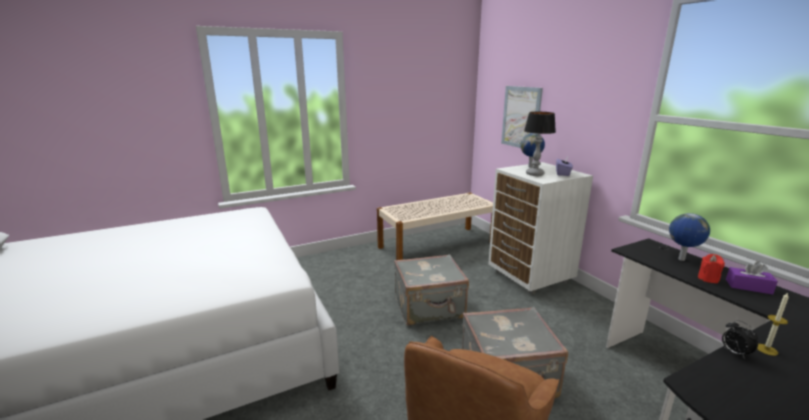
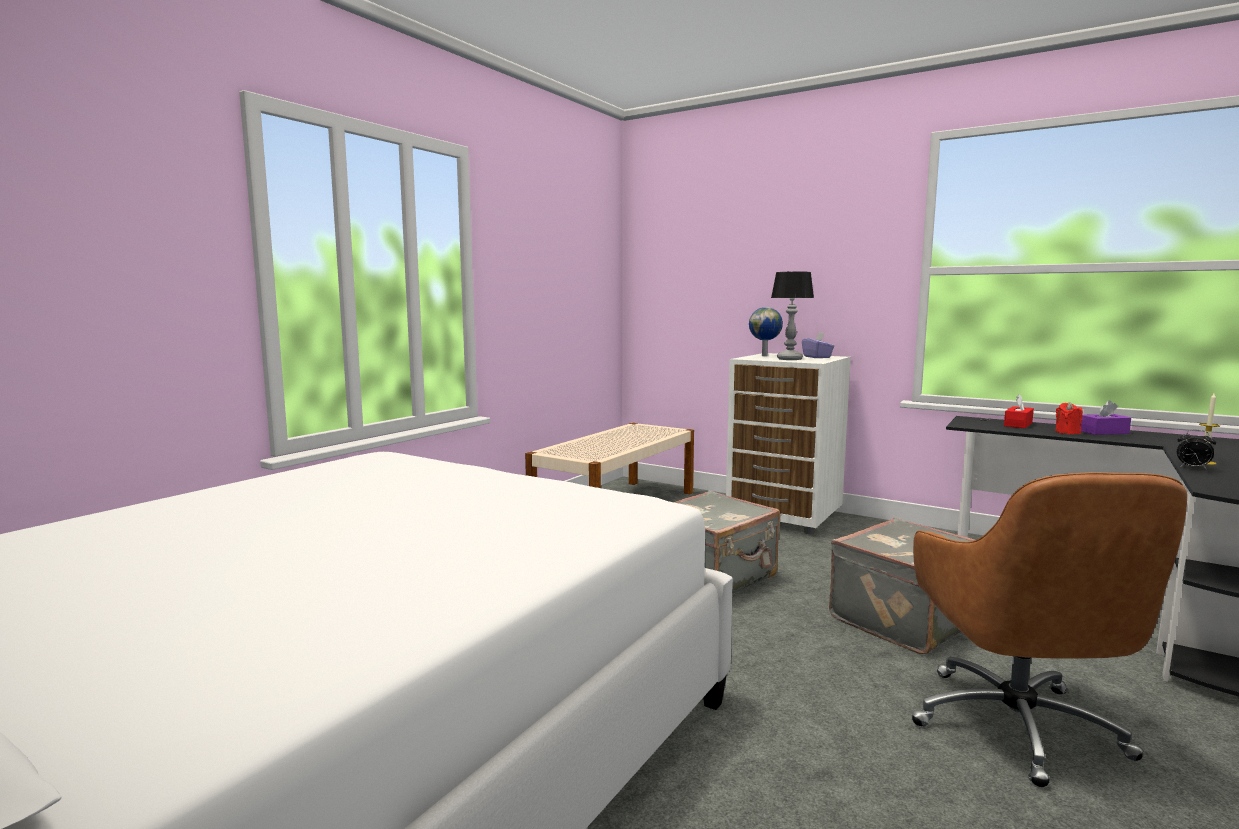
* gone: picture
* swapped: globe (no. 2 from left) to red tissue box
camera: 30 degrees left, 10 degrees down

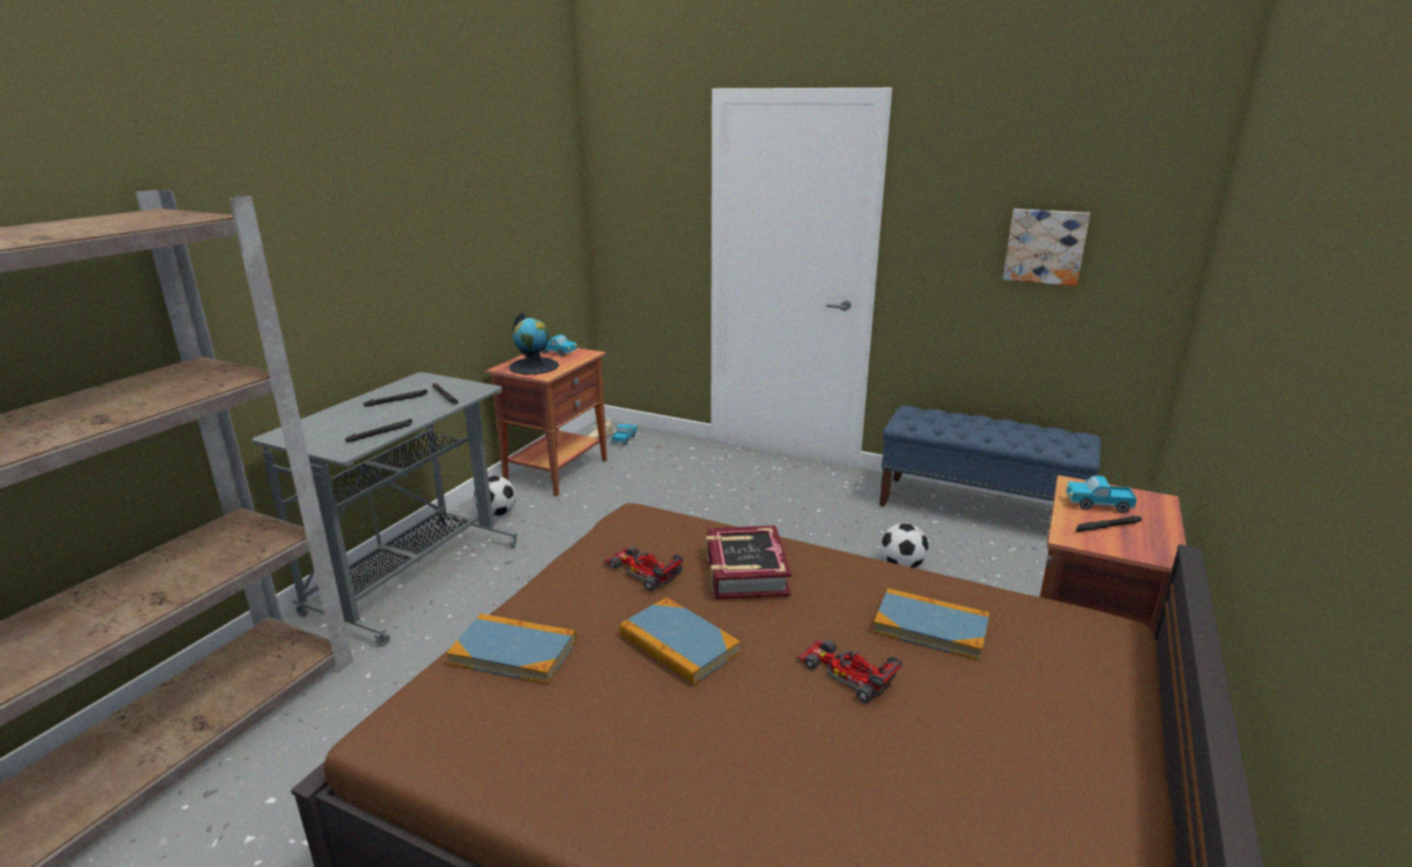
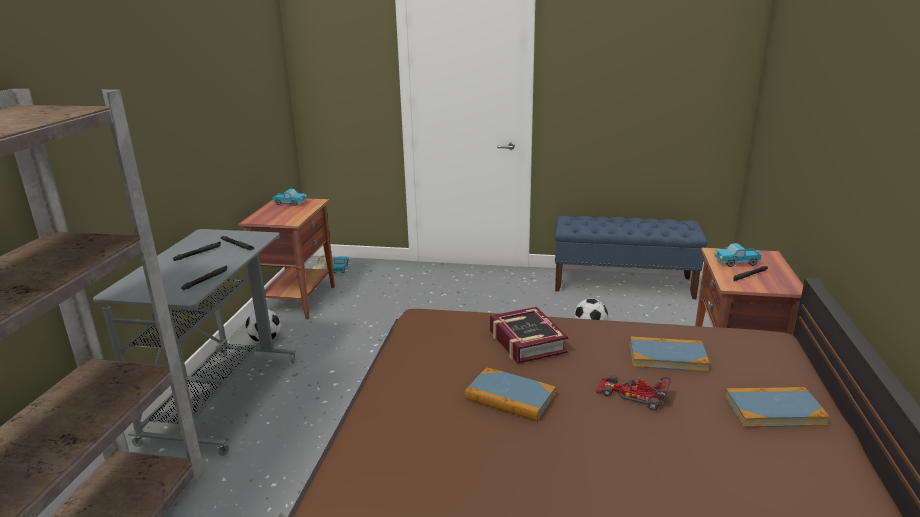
* shifted: book (no. 1 from left in the first image) to book (no. 4 from left)
* gone: globe
* gone: toy car (no. 1 from left)
* gone: picture
camera: 15 degrees left, 0 degrees up

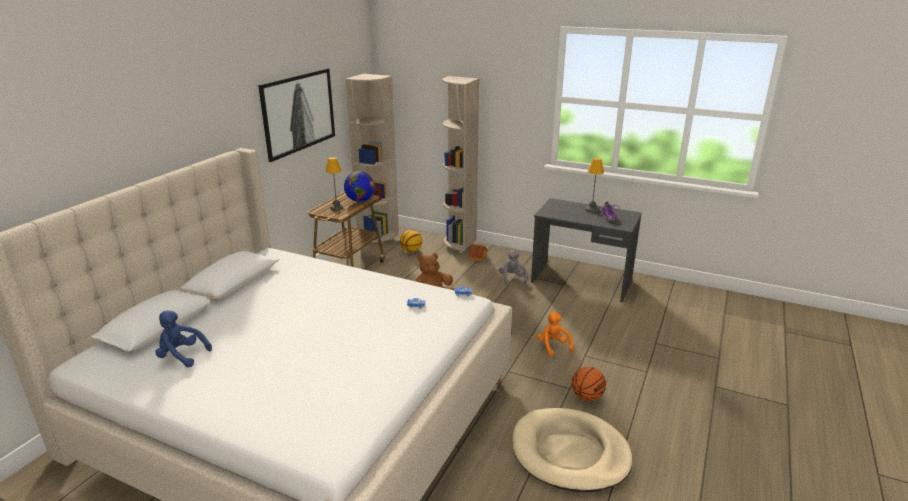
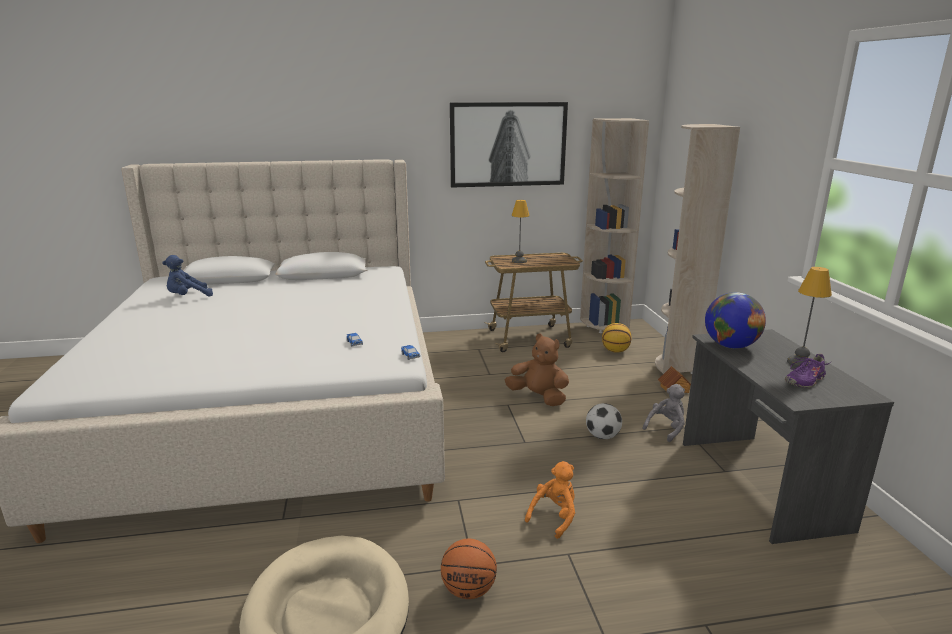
* rotated: blue plush toy 105 degrees counterclockwise
* shifted: globe
* new: football
camera: 55 degrees right, 5 degrees down

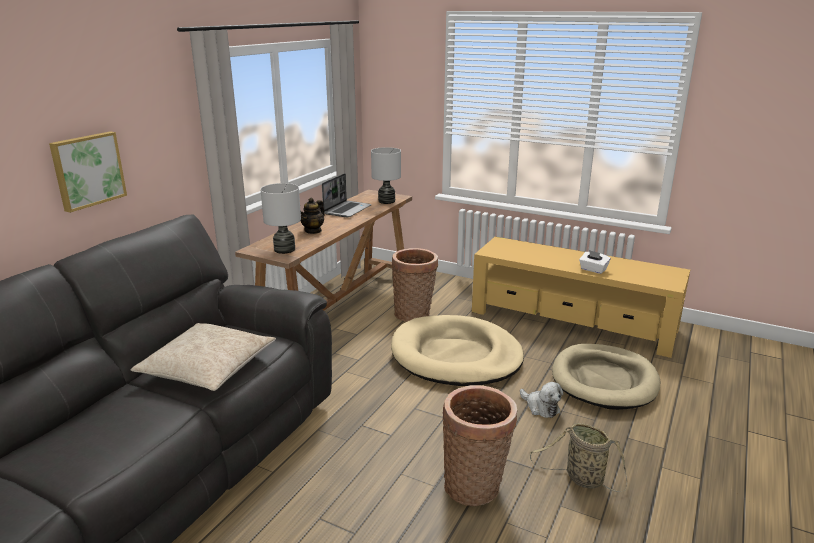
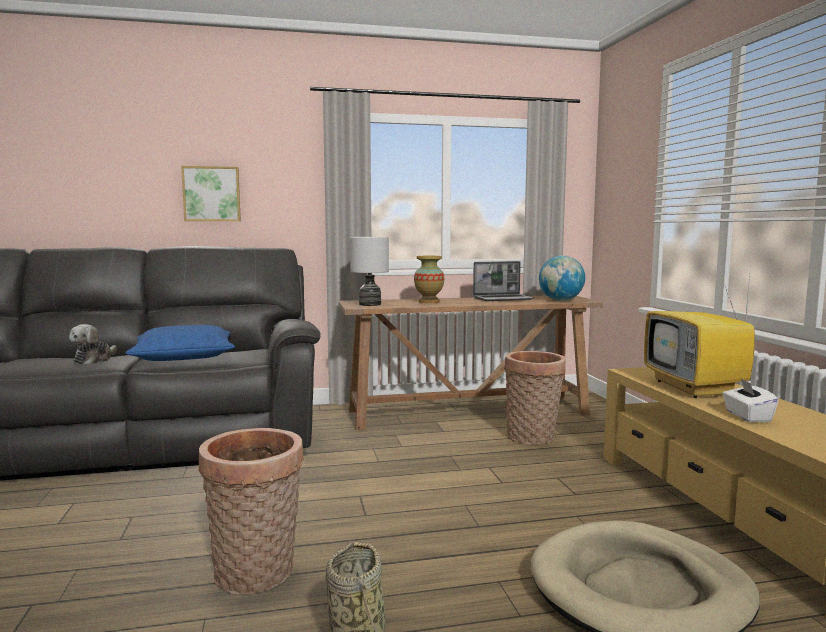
* repainted: beige pillow to blue pillow
* swapped: teapot to vase
* swapped: grey table lamp (no. 2 from left) to globe
* gone: beige dog bed (no. 1 from left)
* shifted: plush toy
* new: television
camera: 50 degrees right, 15 degrees down

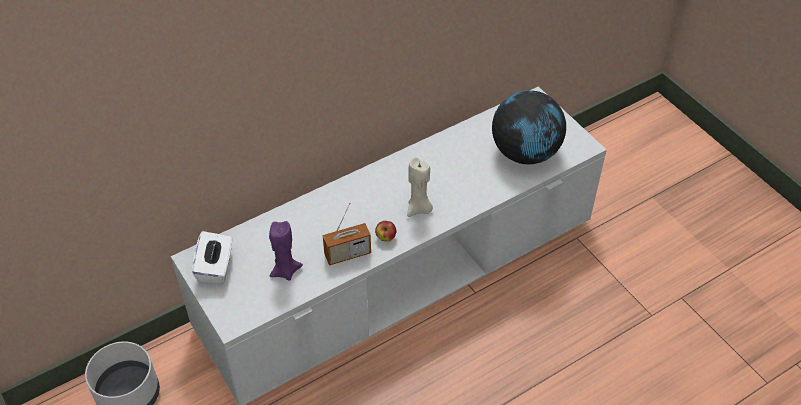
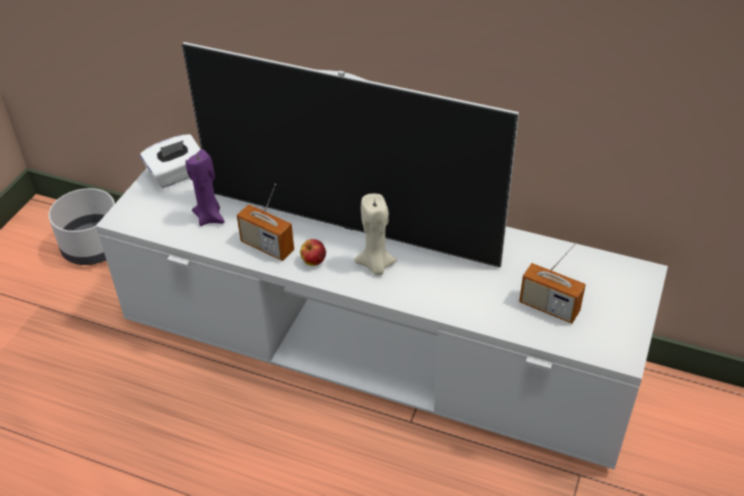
* swapped: globe to radio (no. 2 from left)
* new: television
camera: 55 degrees right, 5 degrees down

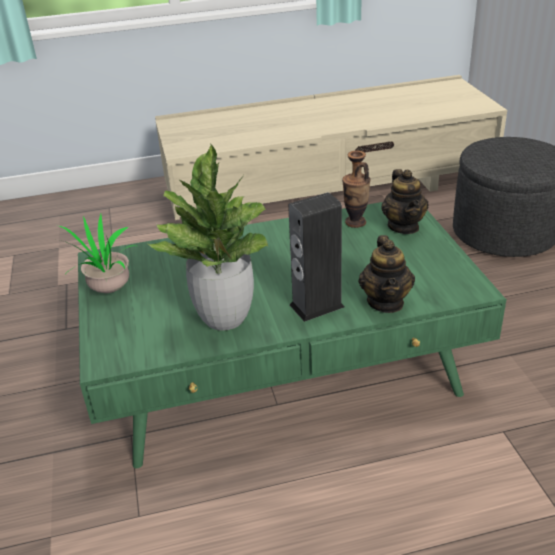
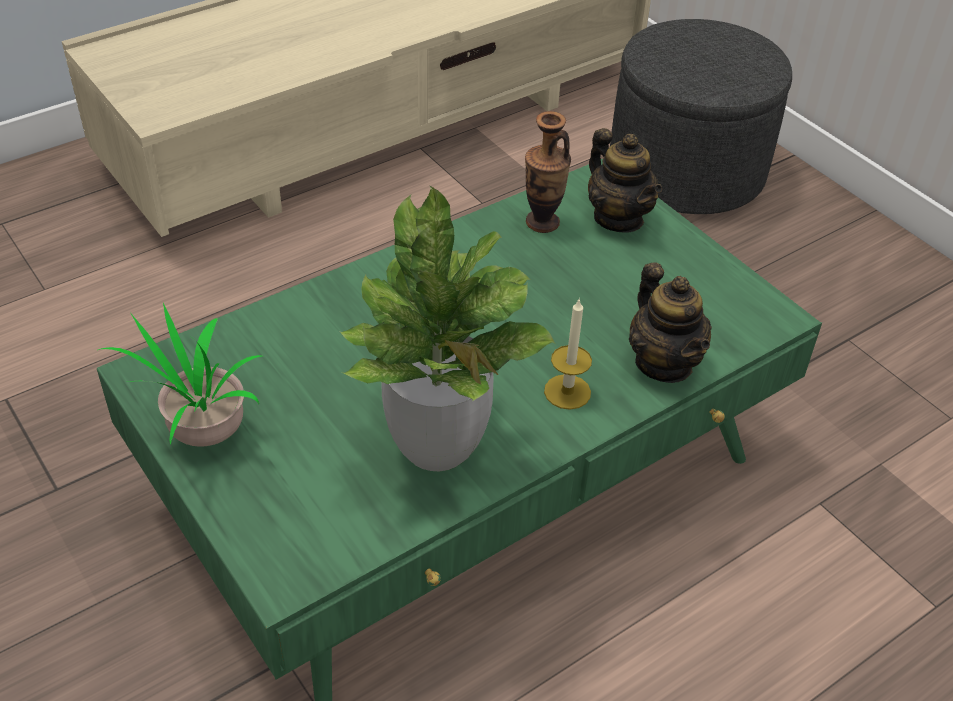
* swapped: speaker to candle
camera: 25 degrees left, 10 degrees up

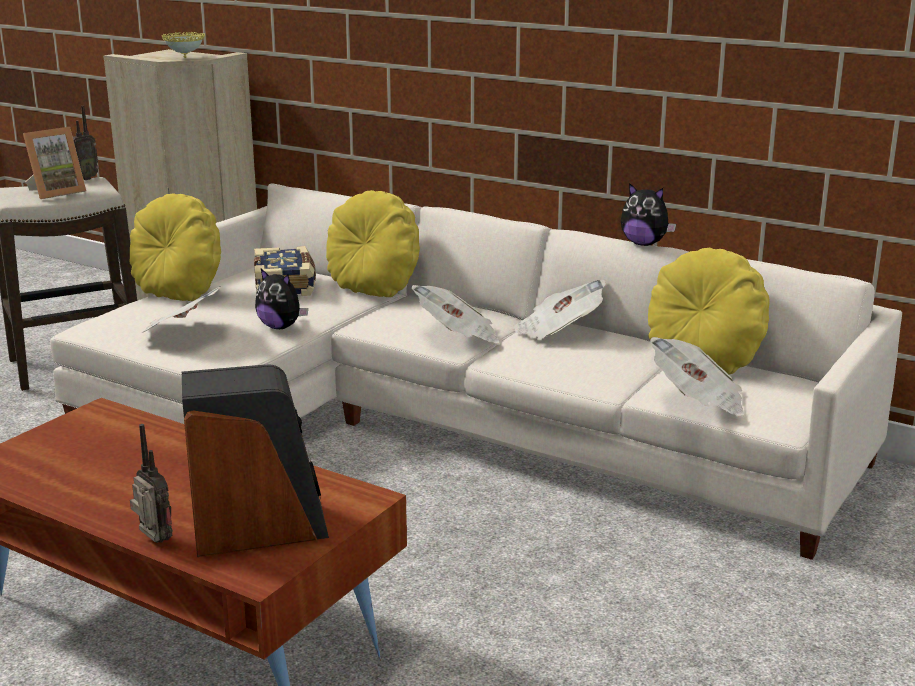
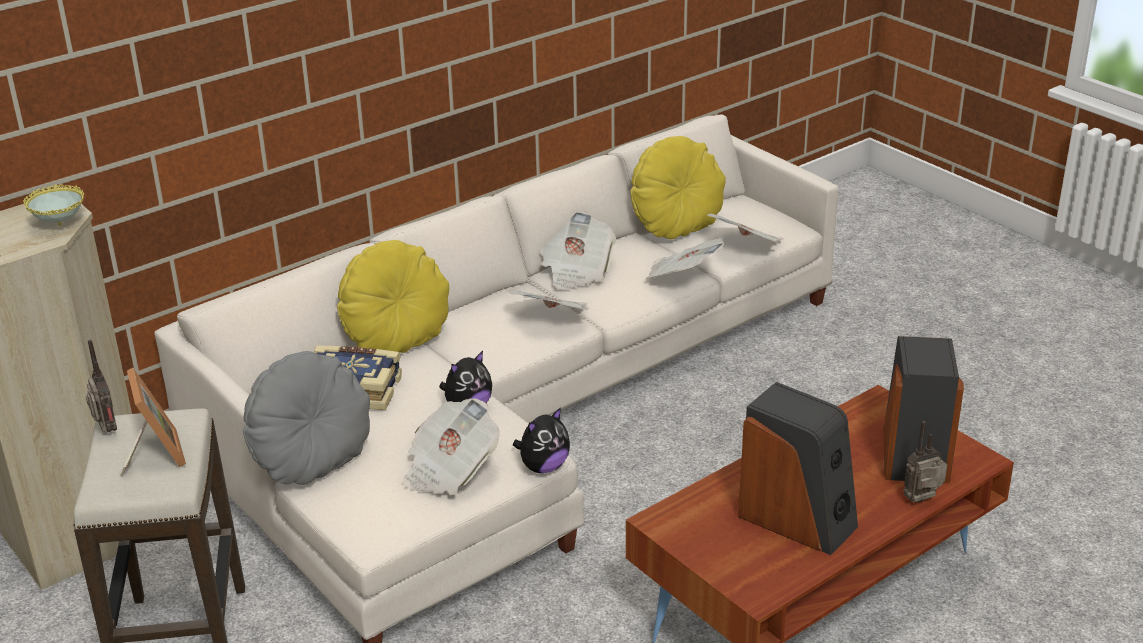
* repainted: yellow pillow (no. 1 from left) to grey pillow
* shifted: plush toy (no. 2 from left)
* new: newspaper (no. 4 from left)
* new: speaker (no. 1 from left)
camera: 70 degrees left, 10 degrees up

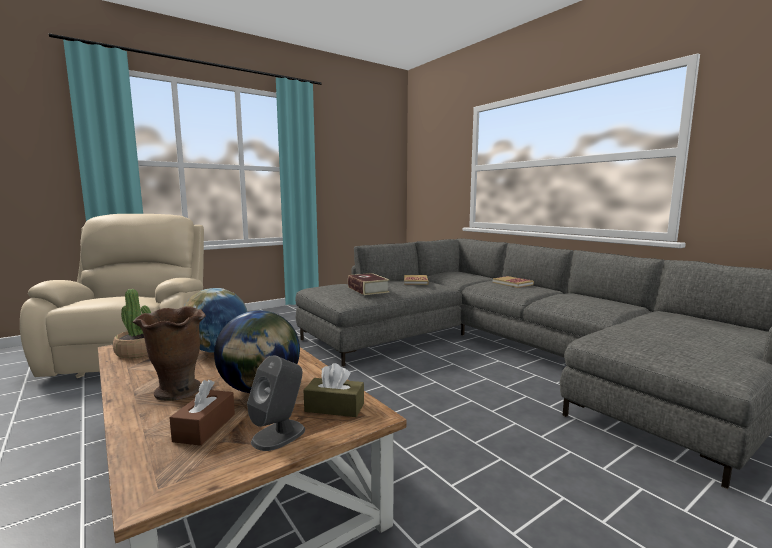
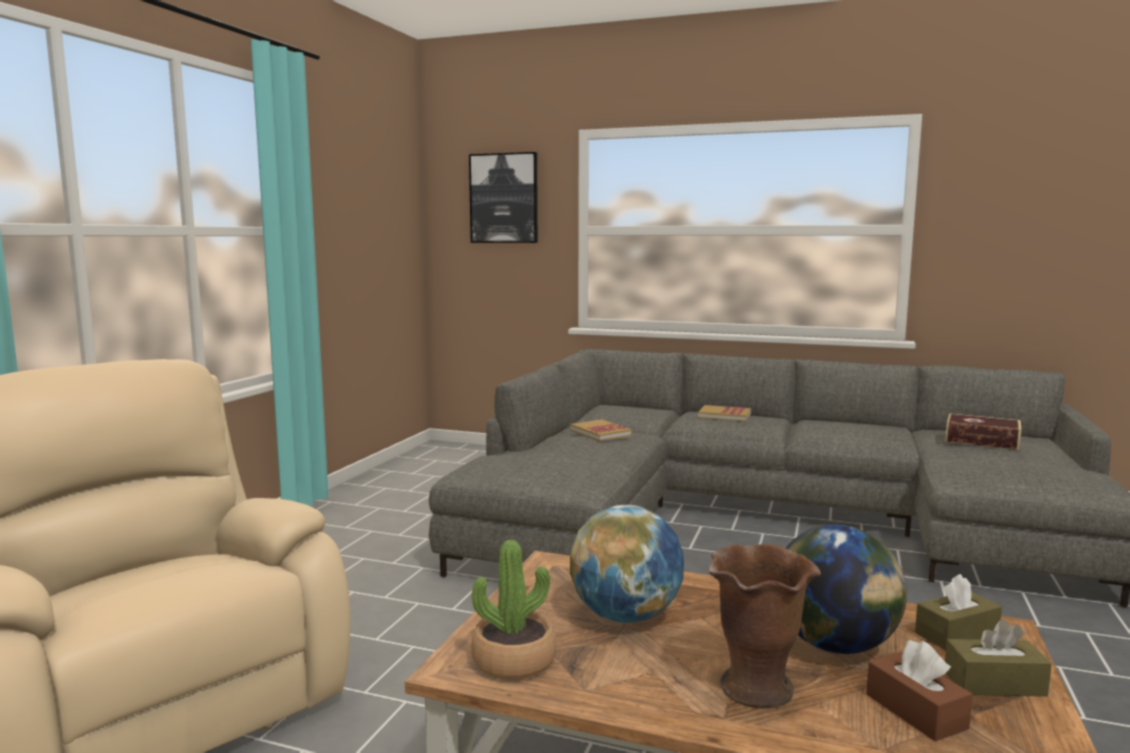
* swapped: grey speaker to brown tissue box (no. 3 from left)
* shifted: book (no. 1 from left in the first image) to book (no. 3 from left)
* new: picture
camera: 35 degrees left, 0 degrees up

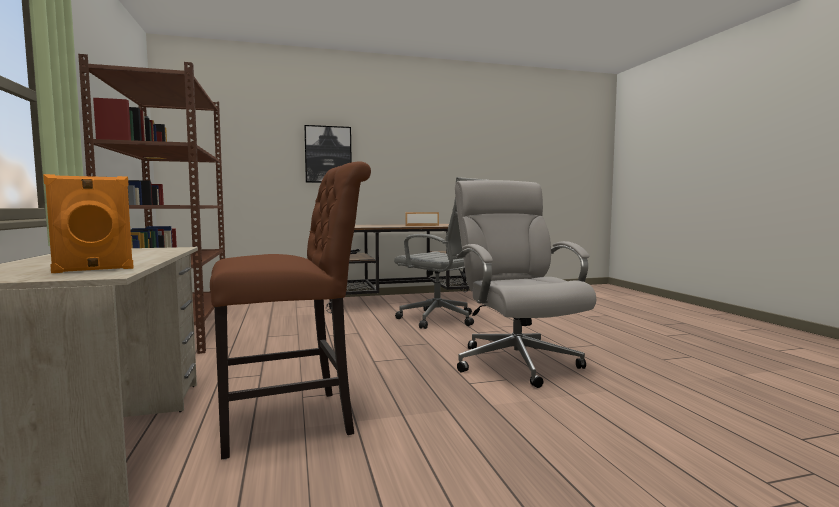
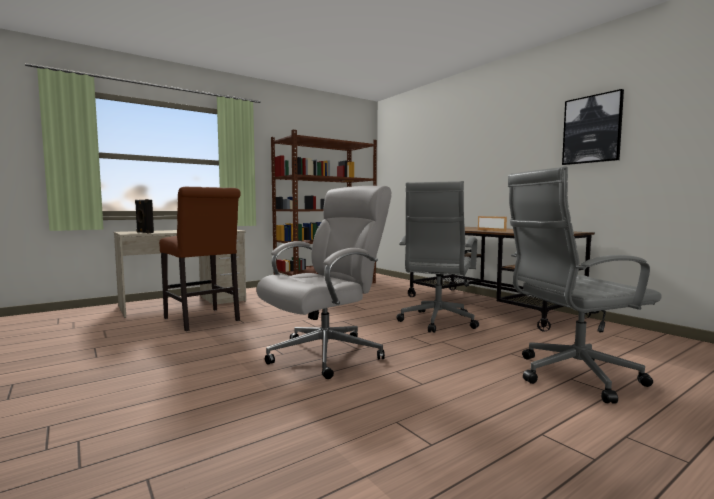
* repainted: orange speaker to black speaker
* shifted: picture
* new: grey office chair (no. 3 from left)
camera: 70 degrees right, 0 degrees up

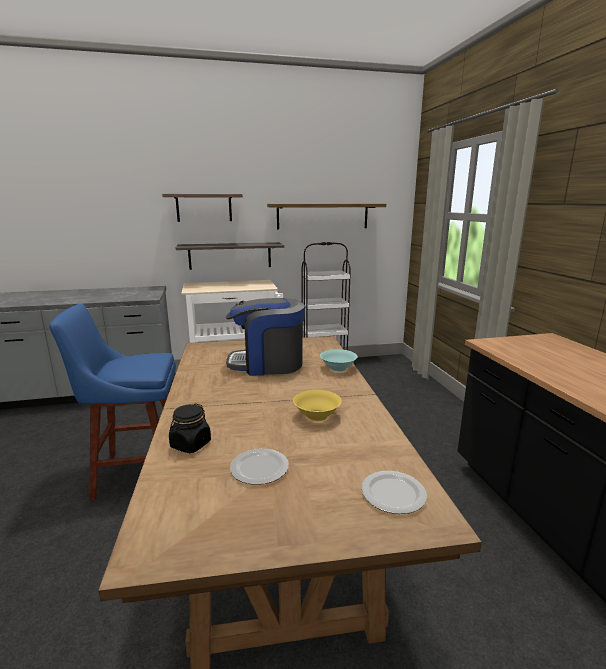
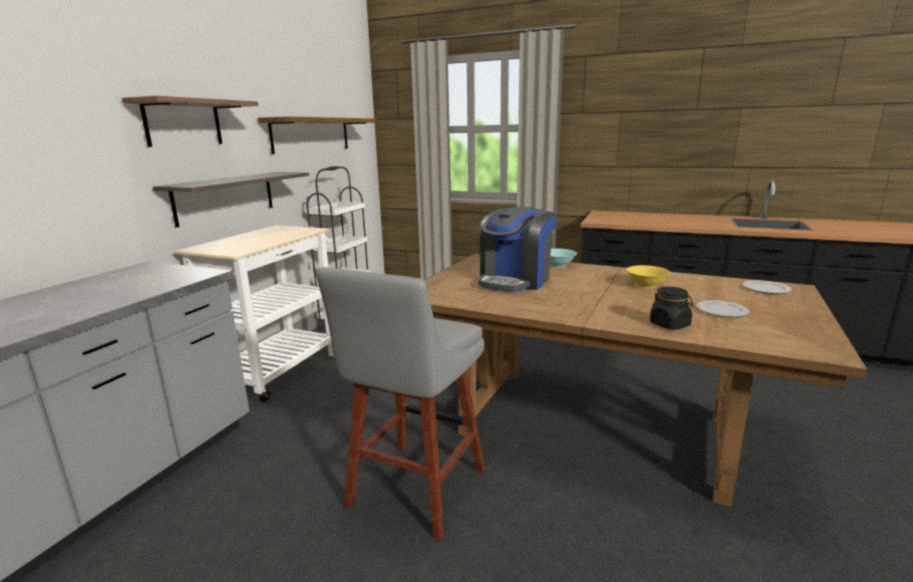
* repainted: blue stool to grey stool
camera: 55 degrees left, 0 degrees up

